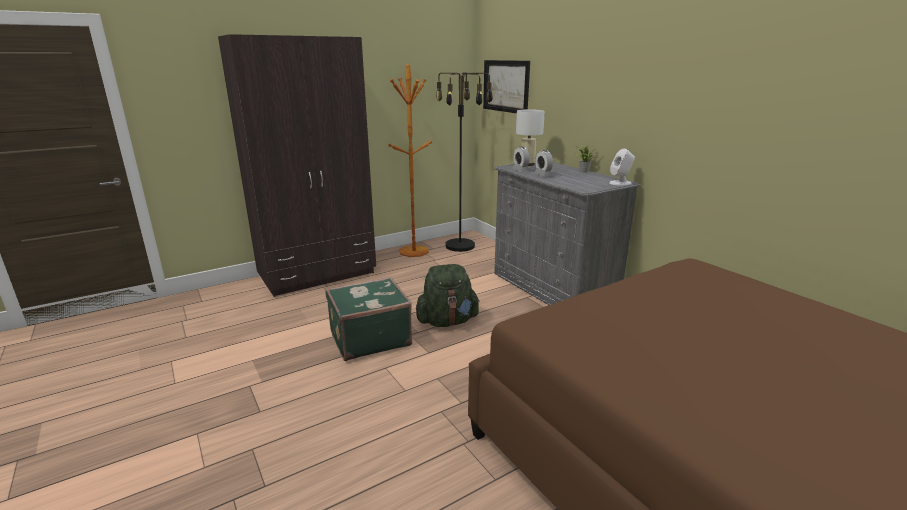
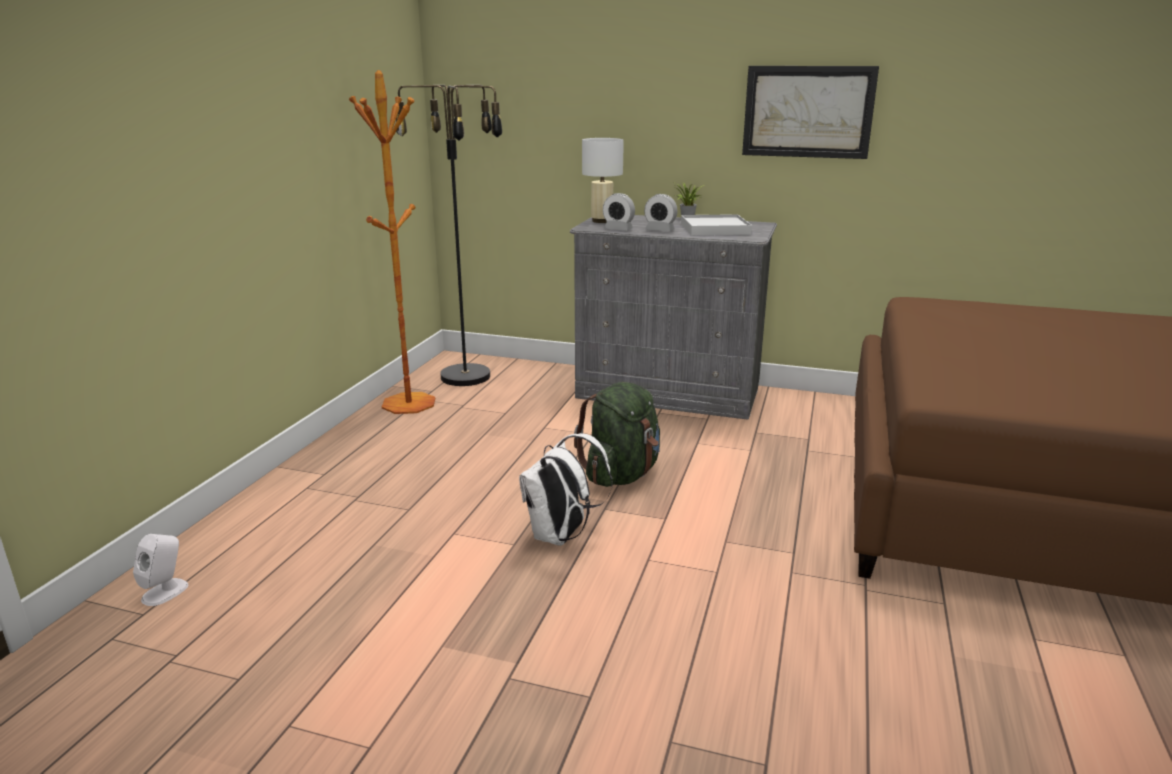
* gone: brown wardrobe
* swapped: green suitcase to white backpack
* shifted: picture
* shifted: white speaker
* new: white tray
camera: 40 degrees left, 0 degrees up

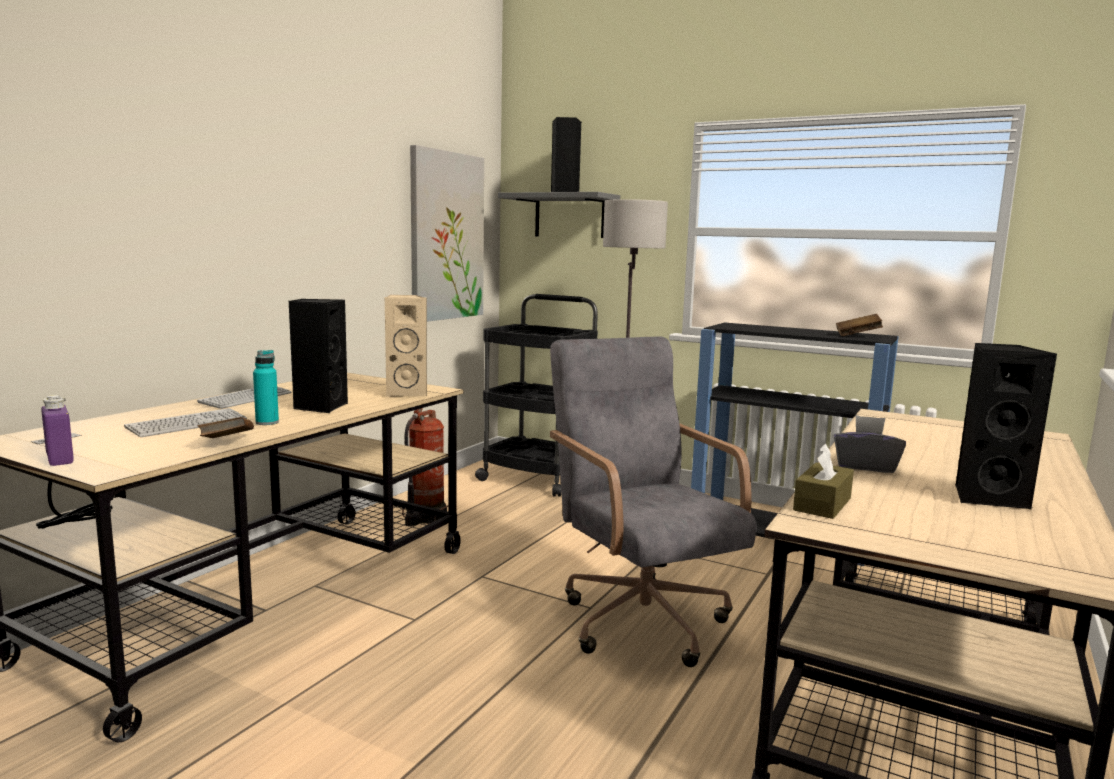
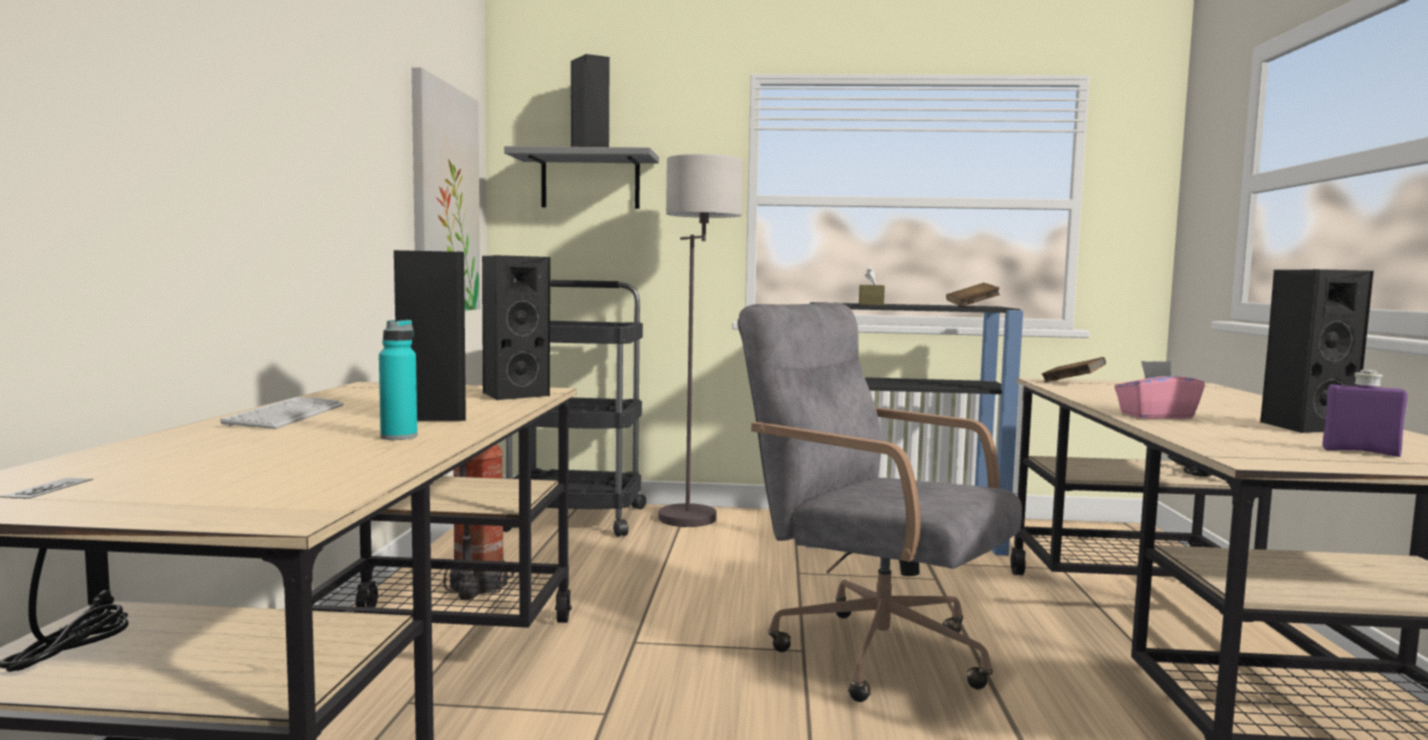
* shifted: purple bottle
* gone: keyboard (no. 1 from left)
* shifted: brown book (no. 1 from left in the first image) to brown book (no. 2 from left)
* repainted: beige speaker to black speaker (no. 2 from left)
* shifted: brown tissue box
* repainted: grey tissue box to pink tissue box
camera: 25 degrees left, 5 degrees down

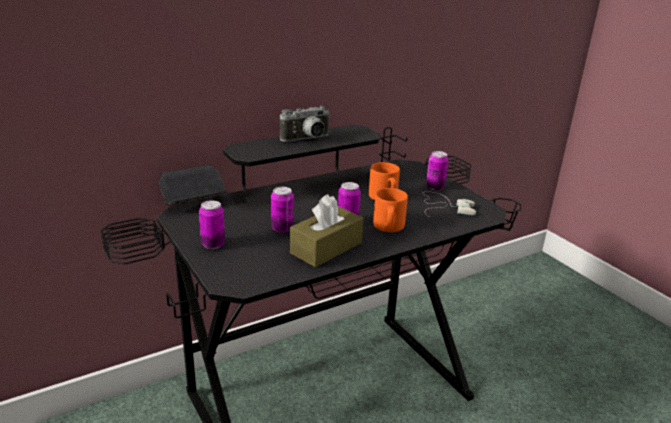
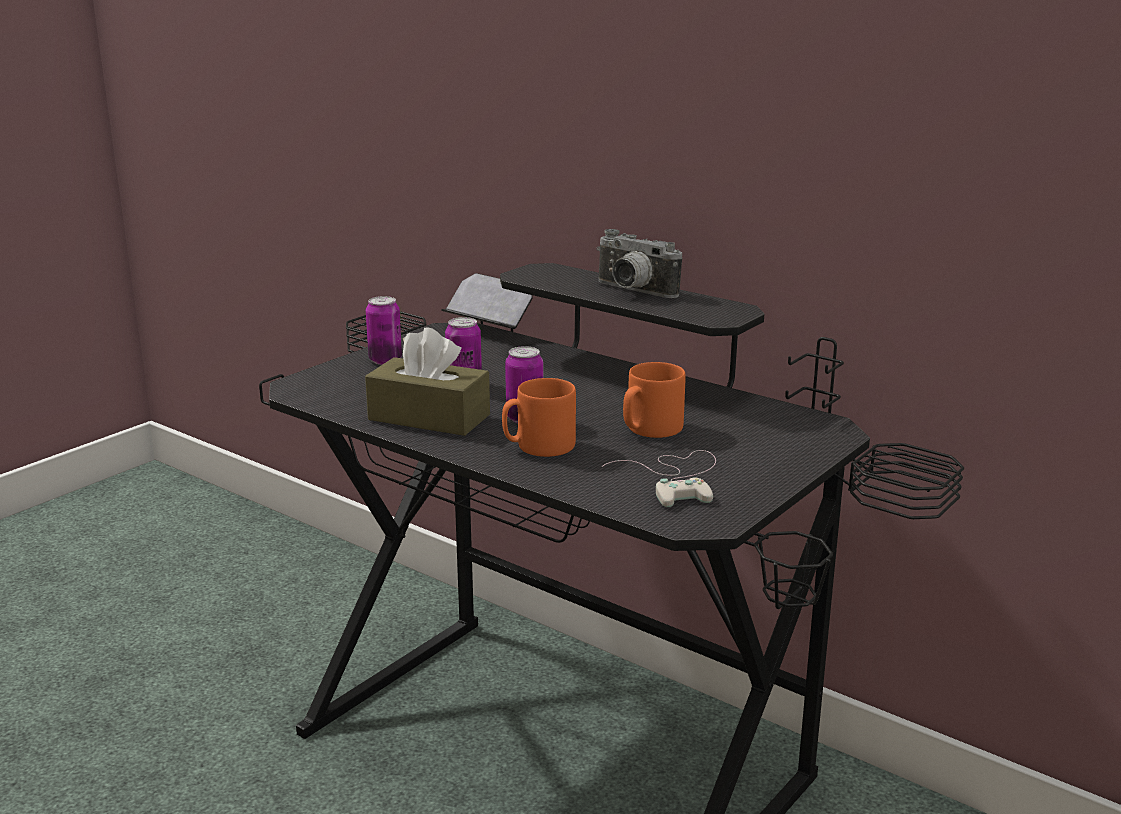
* gone: can (no. 4 from left)
camera: 70 degrees right, 5 degrees down

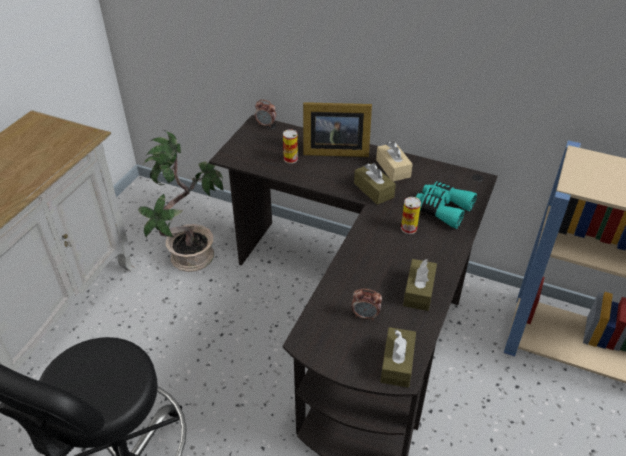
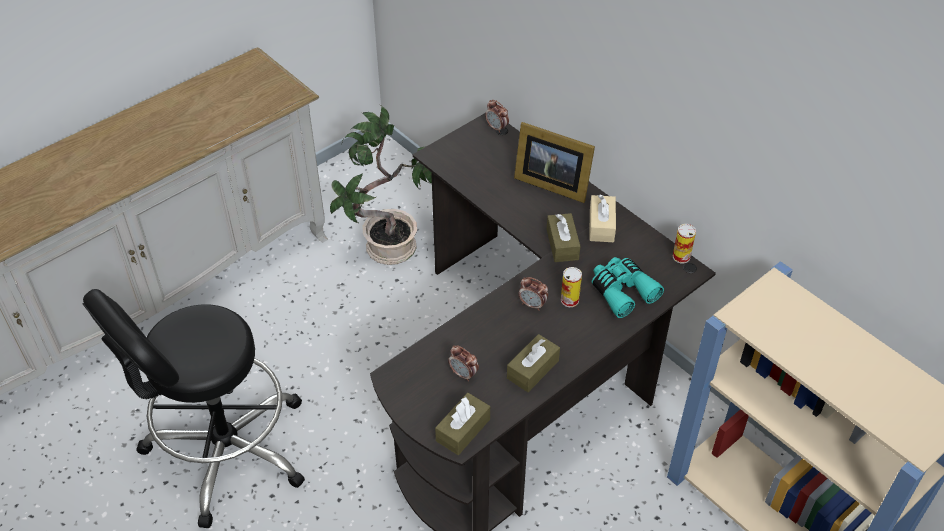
* shifted: can (no. 1 from left in the first image) to can (no. 2 from left)
* new: alarm clock (no. 3 from left)
camera: 25 degrees right, 5 degrees up

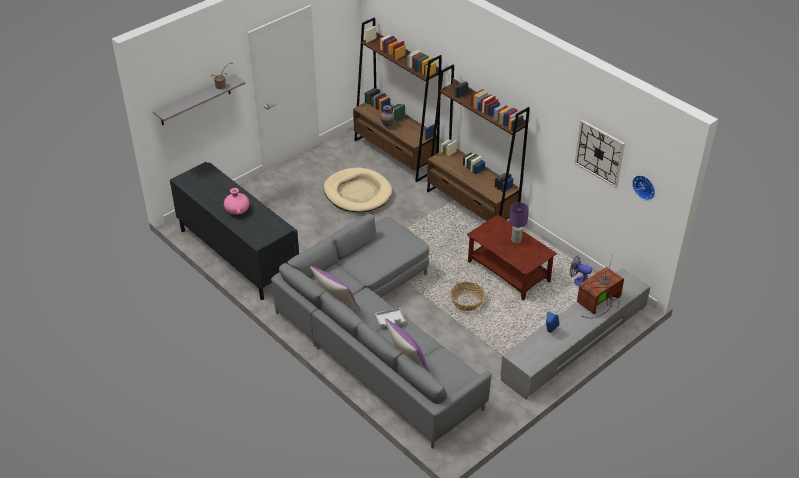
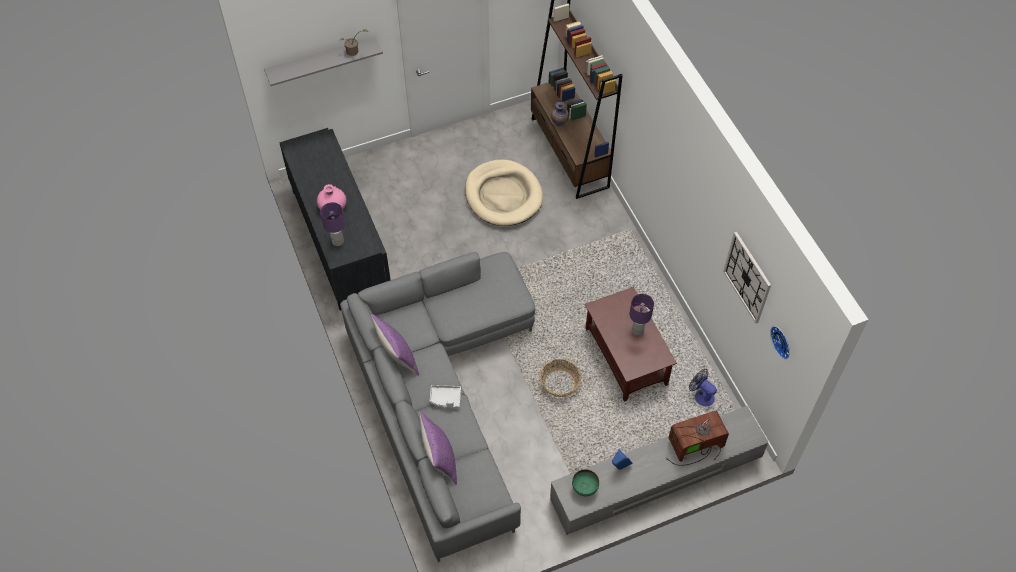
* gone: brown bookcase (no. 2 from left)
* new: purple table lamp (no. 1 from left)
* new: green bowl
camera: 20 degrees right, 15 degrees up

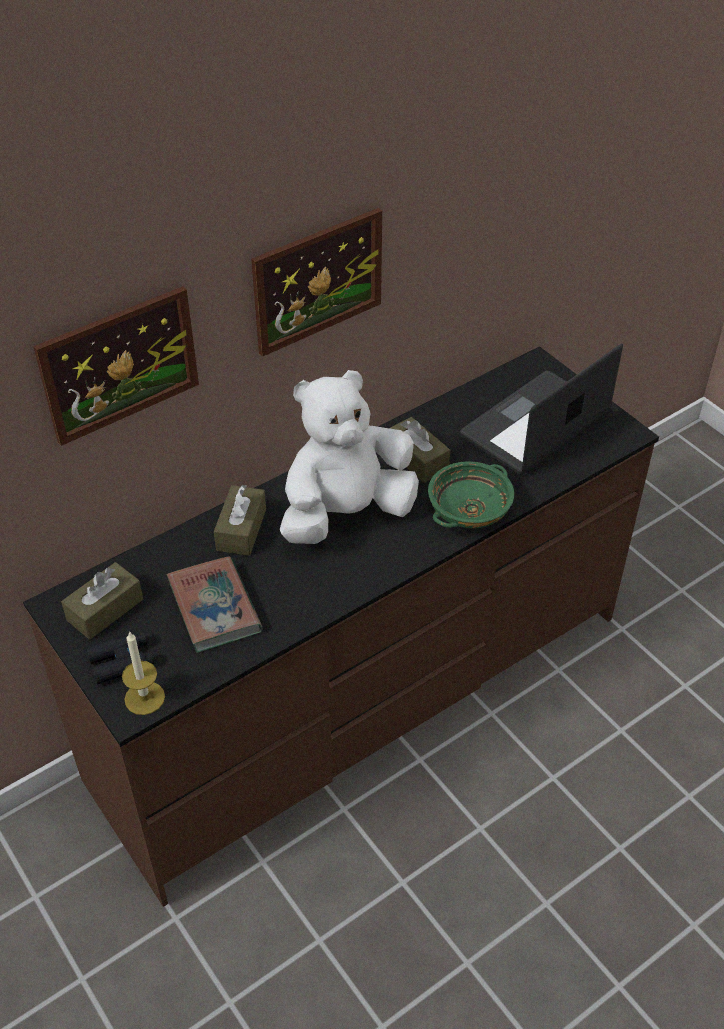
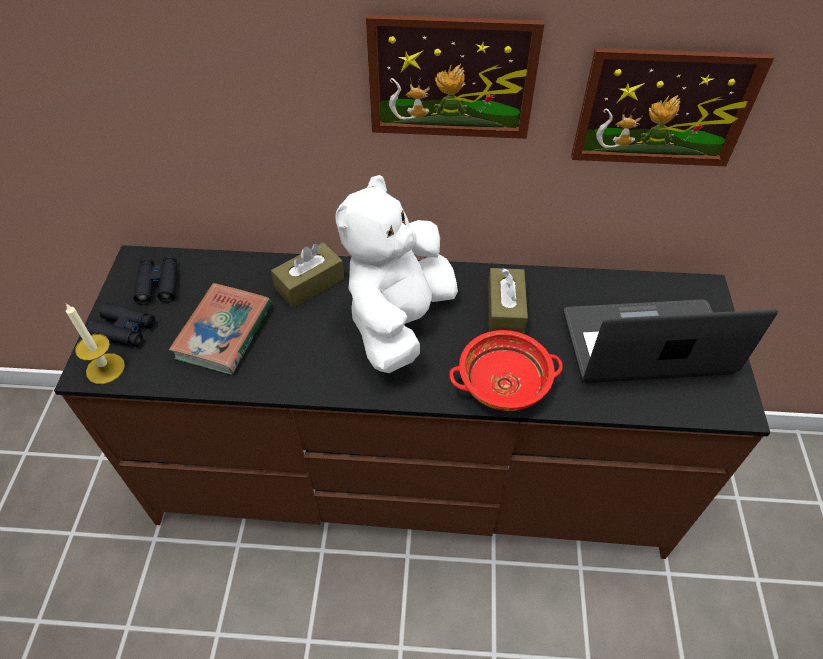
* shifted: picture (no. 1 from left in the first image) to picture (no. 2 from left)
* swapped: brown tissue box (no. 1 from left) to black binoculars (no. 2 from left)
* rotated: white plush toy 75 degrees counterclockwise
* repainted: green bowl to red bowl
camera: 40 degrees right, 5 degrees up

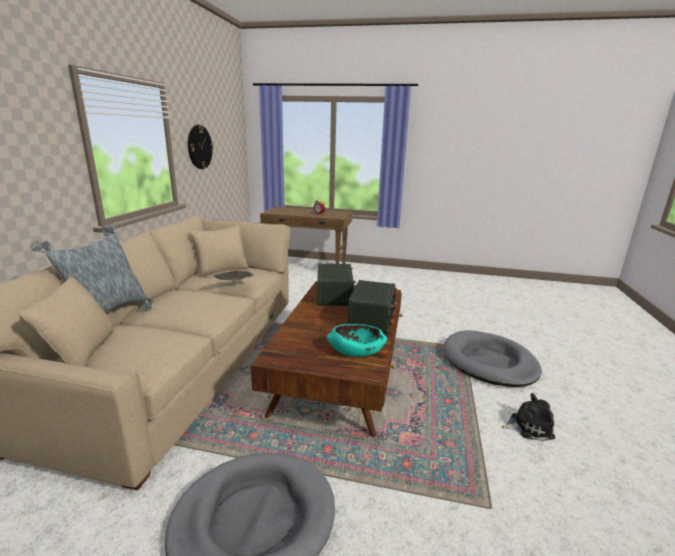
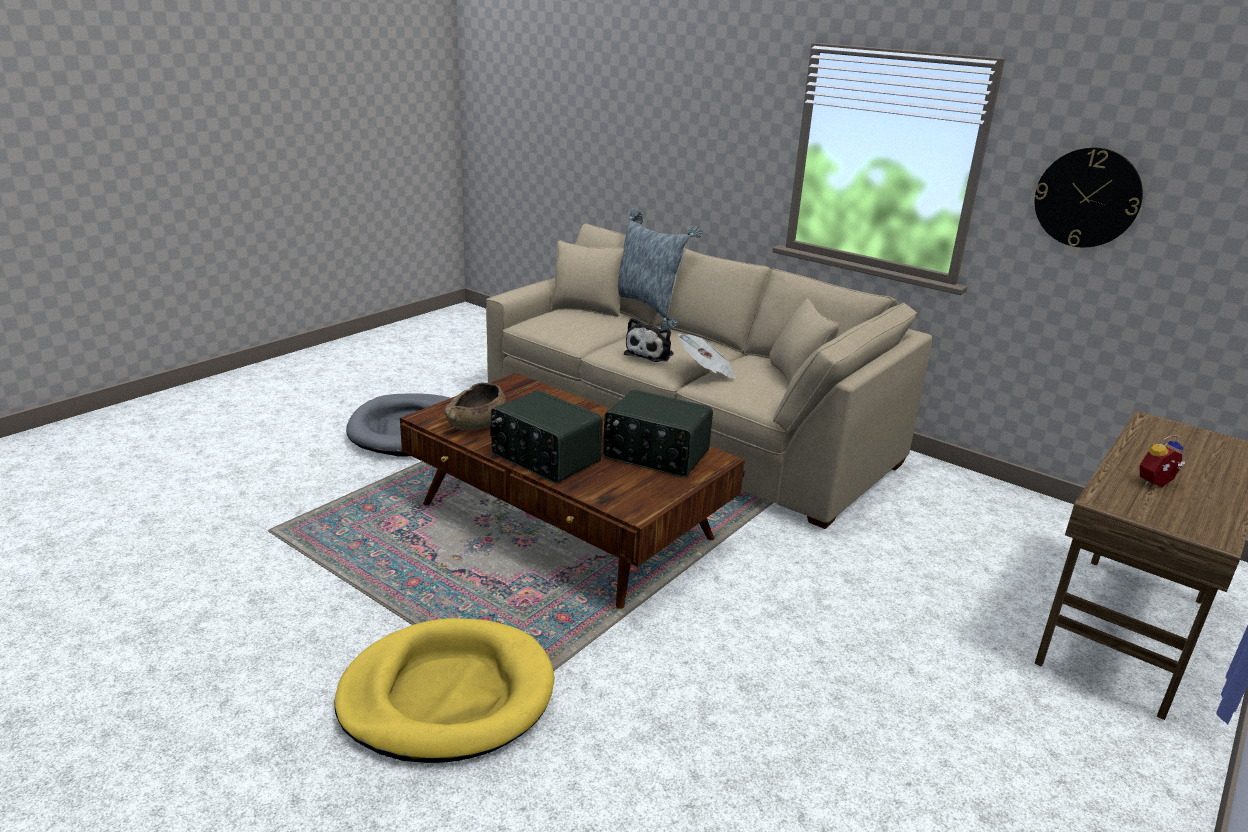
* repainted: turquoise bowl to brown bowl
* repainted: grey dog bed (no. 2 from left) to yellow dog bed
* shifted: plush toy
camera: 115 degrees right, 5 degrees up

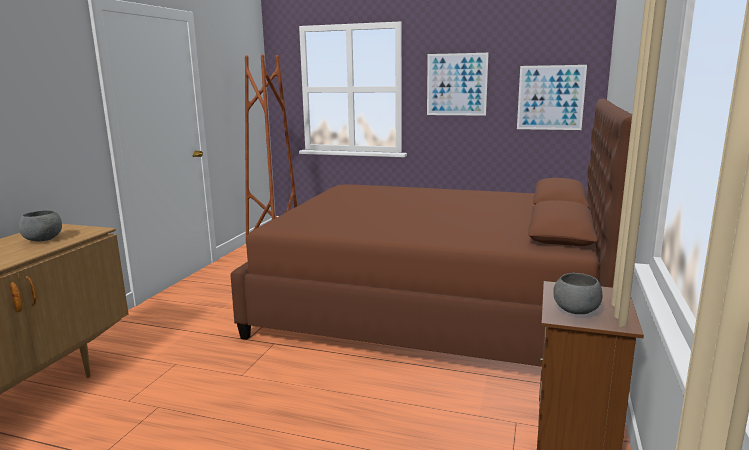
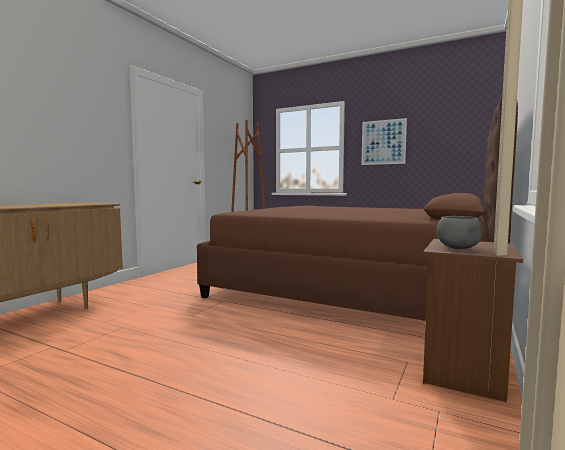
* gone: grey bowl (no. 1 from left)
* gone: picture (no. 2 from left)
camera: 10 degrees right, 10 degrees down

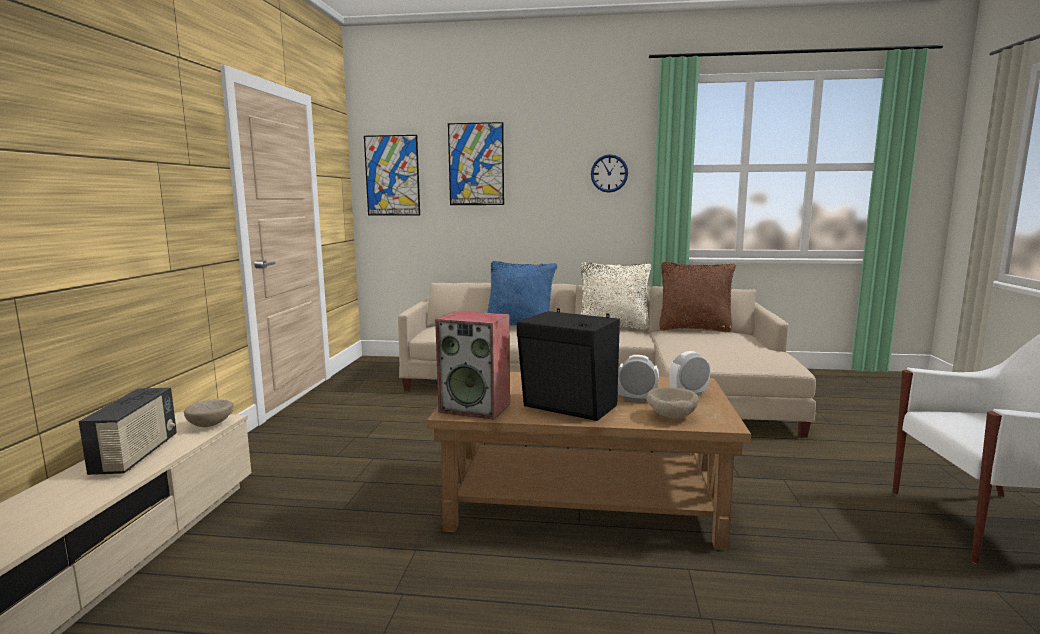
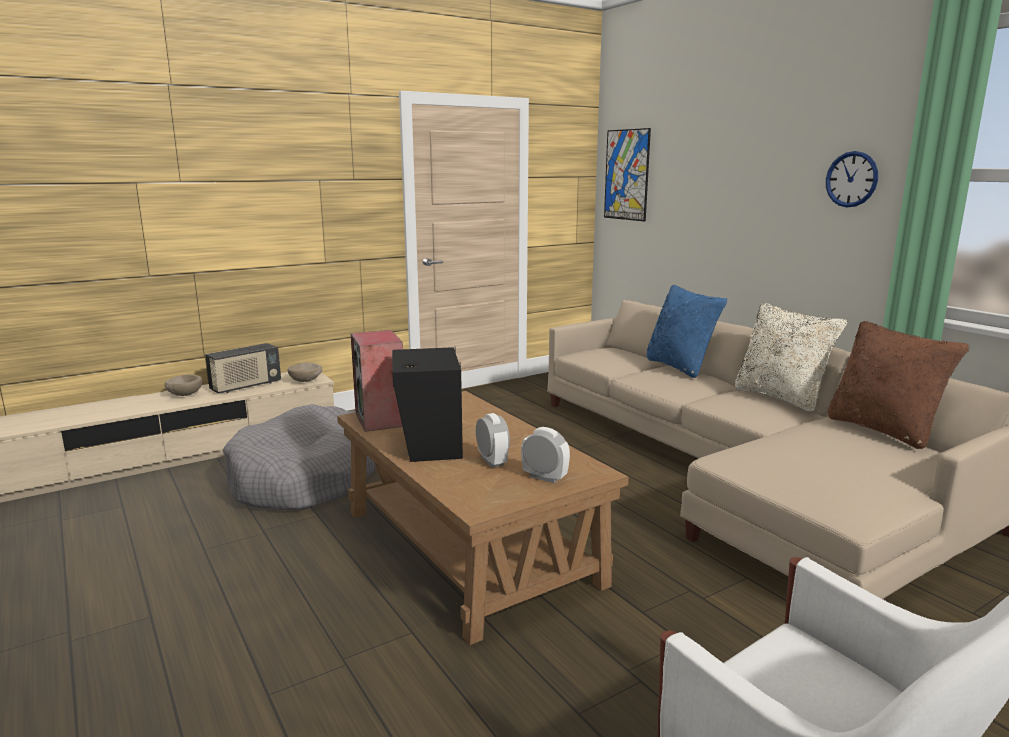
* gone: picture (no. 2 from left)
* shifted: beige bowl (no. 2 from left in the first image) to beige bowl (no. 1 from left)
* new: grey dog bed
camera: 50 degrees right, 5 degrees up

